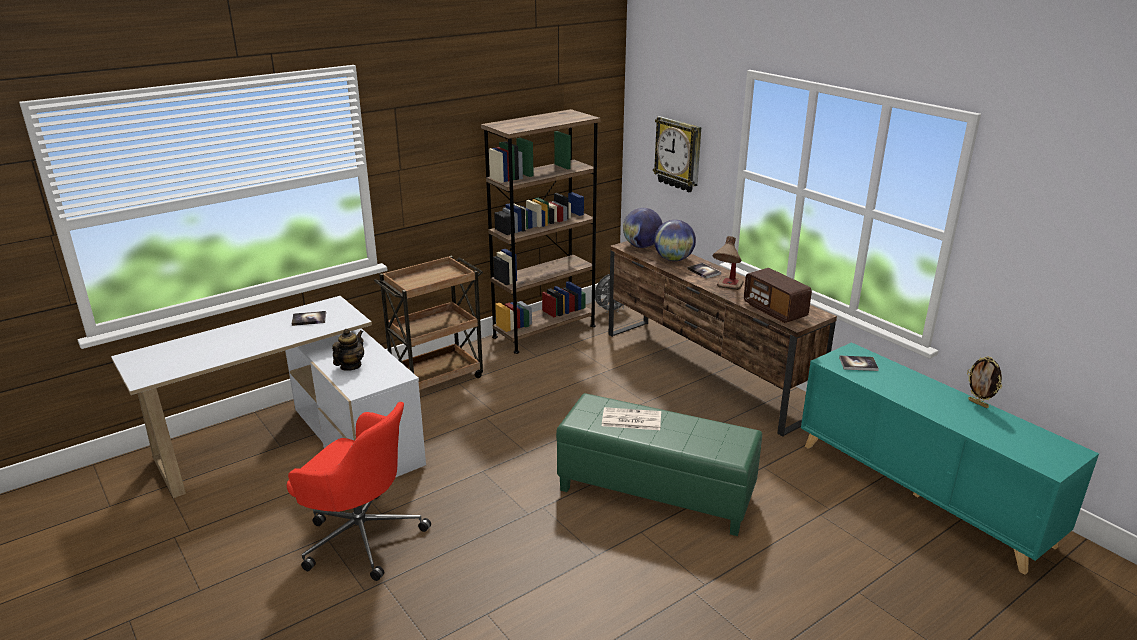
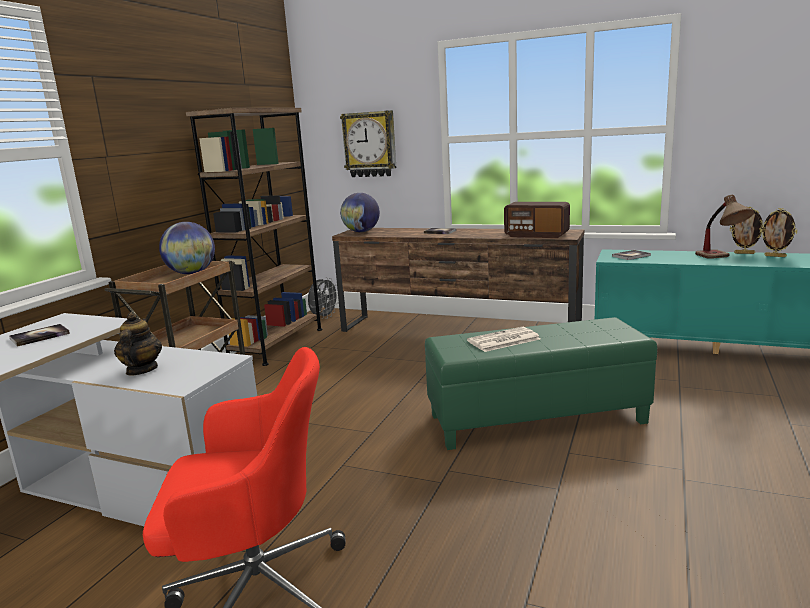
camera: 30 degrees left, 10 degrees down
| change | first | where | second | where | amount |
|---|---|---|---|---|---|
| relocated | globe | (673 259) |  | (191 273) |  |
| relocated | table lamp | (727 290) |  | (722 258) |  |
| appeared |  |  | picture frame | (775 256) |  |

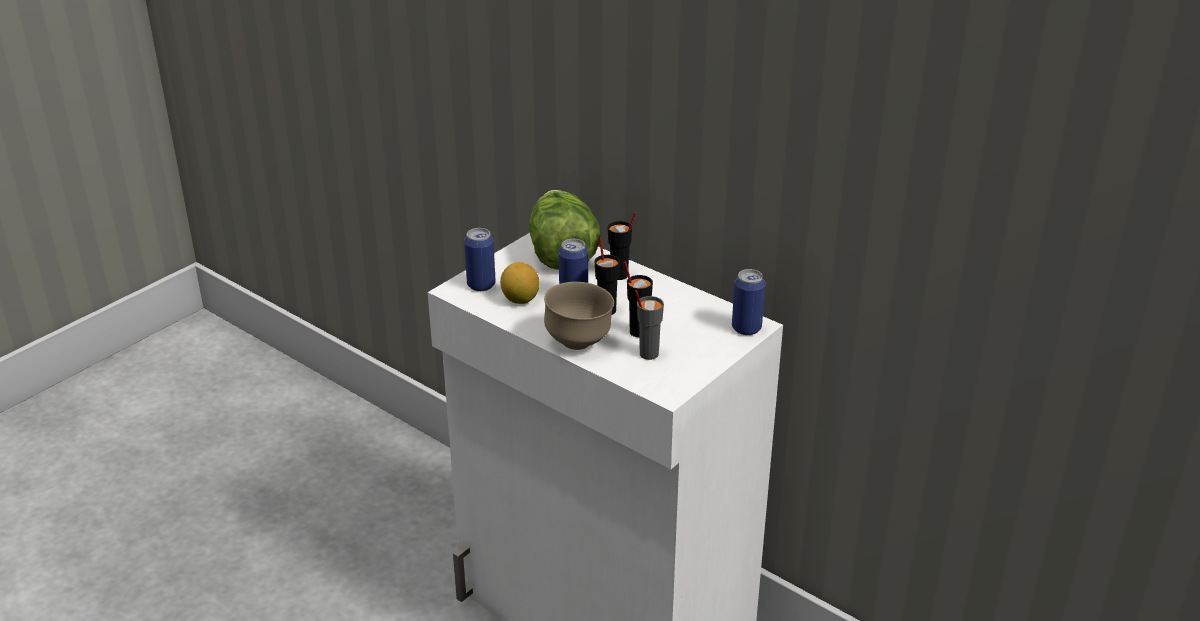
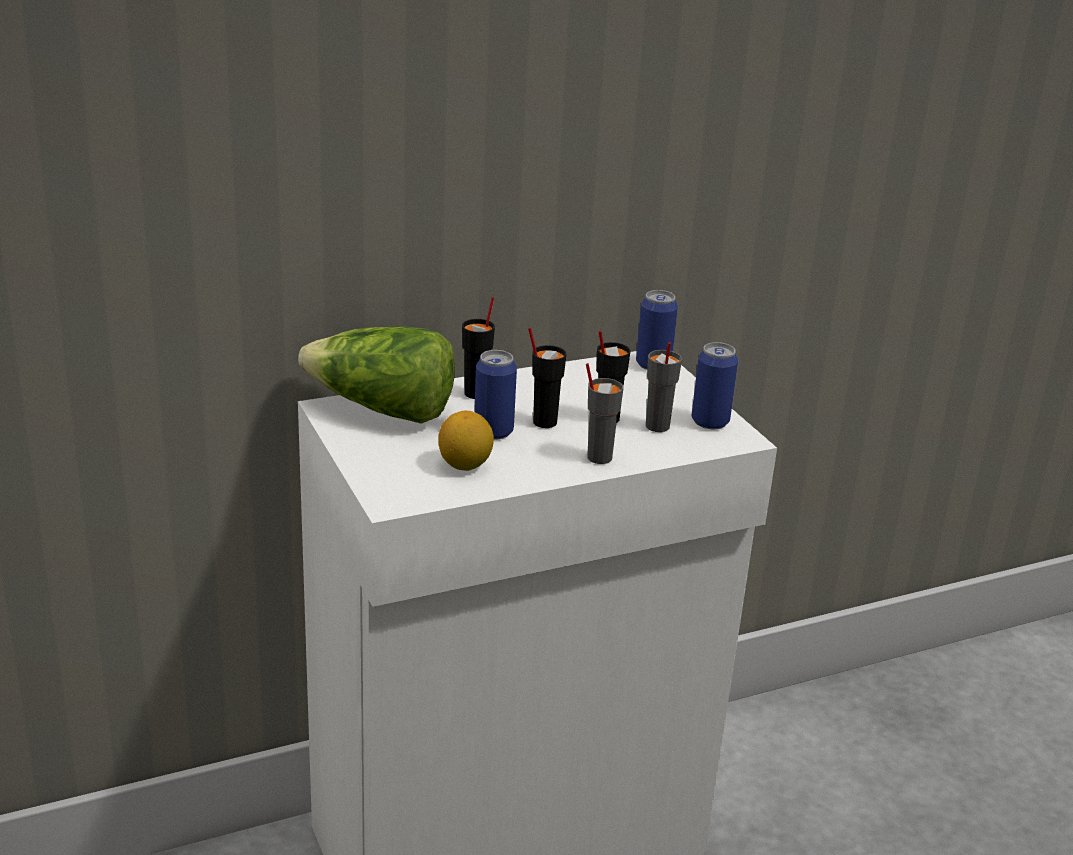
camera: 65 degrees left, 5 degrees down
| change | first | where | second | where | amount |
|---|---|---|---|---|---|
| relocated | can | (481 285) |  | (710 422) |  |
| exchanged | brown bowl | (579 343) | grey cup | (598 457) |  |

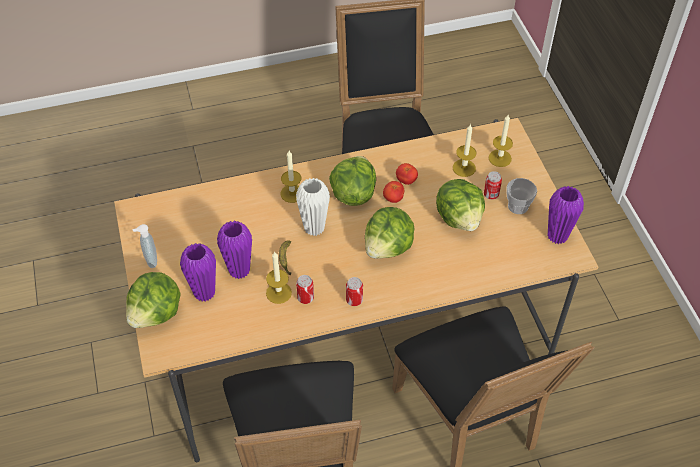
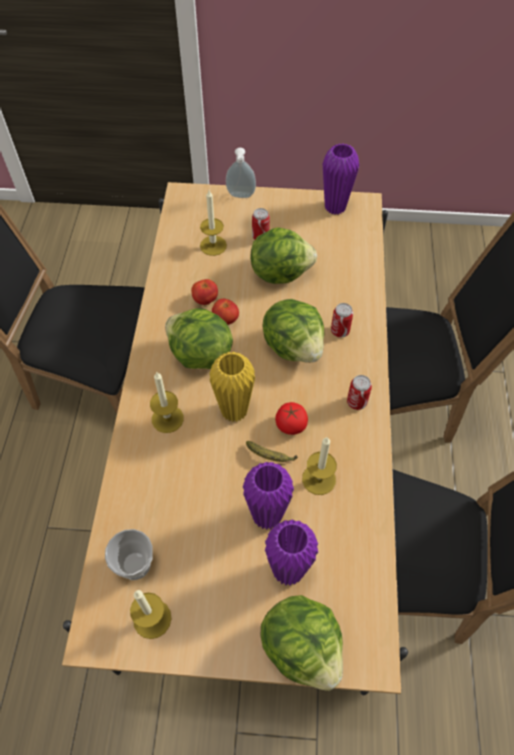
camera: 70 degrees left, 5 degrees up
| change | first | where | second | where | amount |
|---|---|---|---|---|---|
| relocated | candle | (500 158) |  | (152 618) |  |
| colour | white vase | (314 228) | yellow vase | (234 411) |  |
| relocated | cup | (518 206) |  | (135 564) |  |
| relocated | soap dispenser | (150 260) |  | (241 196) |  |
| relocated | can | (305 298) |  | (340 331) |  |
| appeared |  |  | tomato | (291 425) |  |

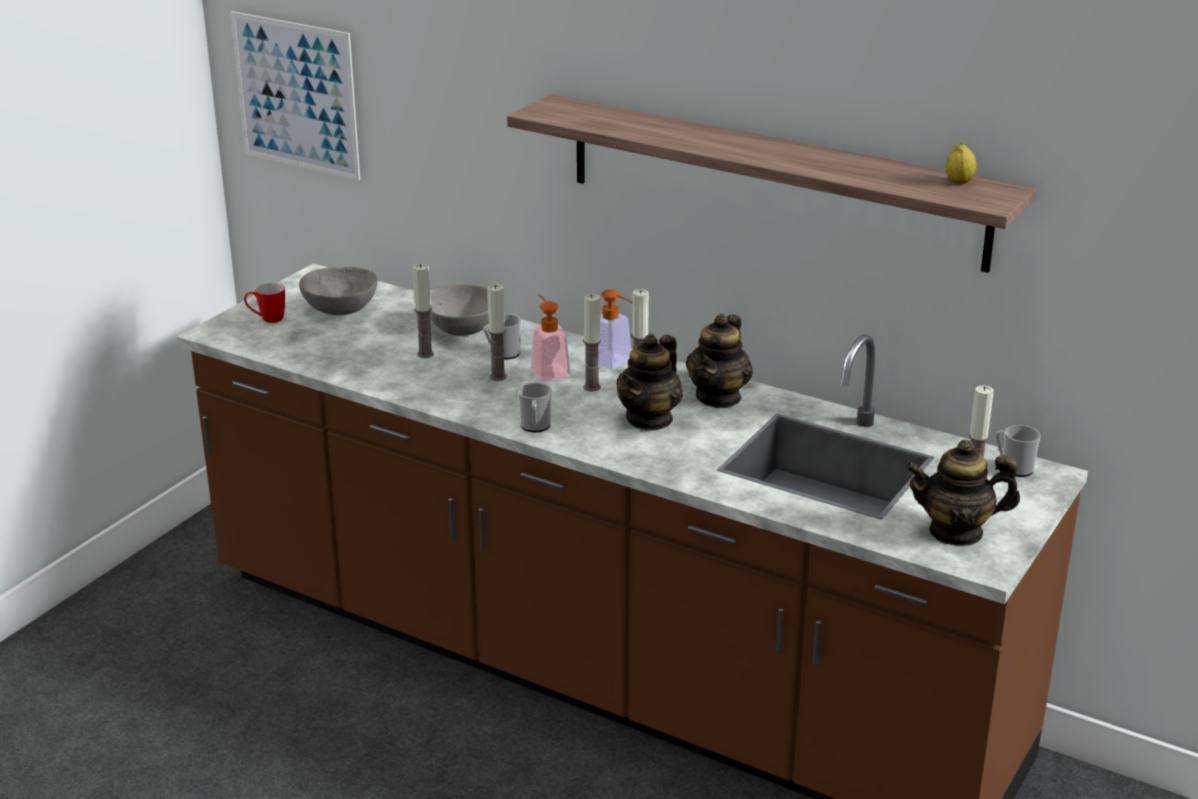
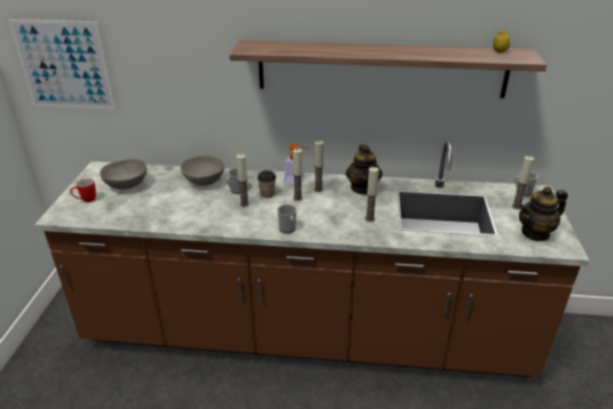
camera: 25 degrees left, 5 degrees up
| change | first | where | second | where | amount |
|---|---|---|---|---|---|
| relocated | candle | (425 354) |  | (369 219) |  |
| exchanged | soap dispenser | (547 370) | cup | (267 194) |  |
| missing | teapot | (650 419) |  |  |  |

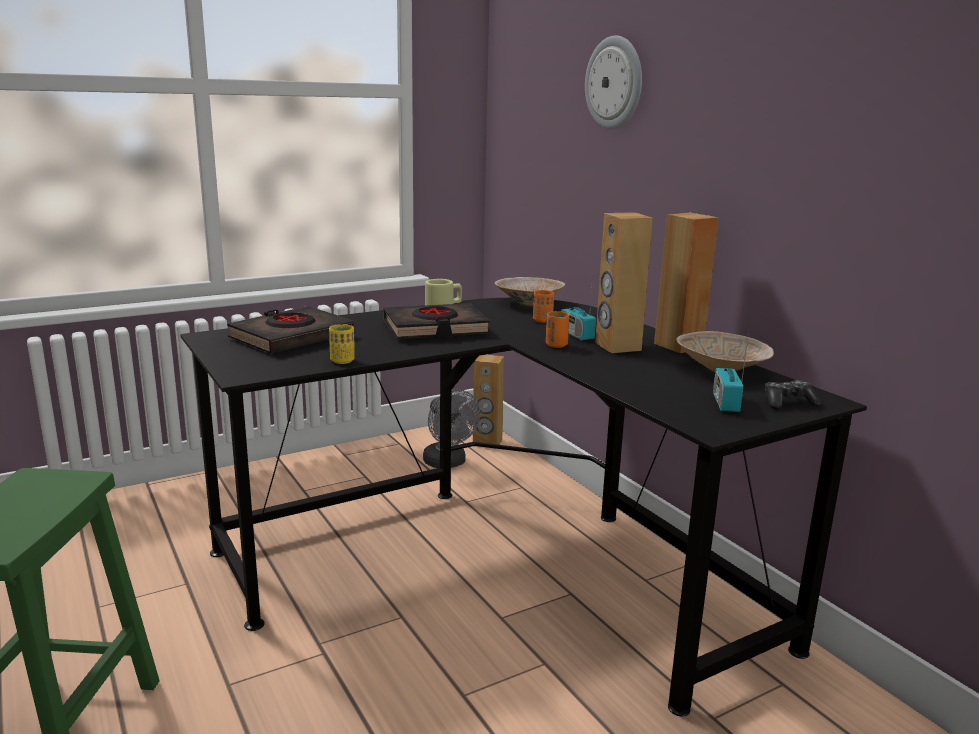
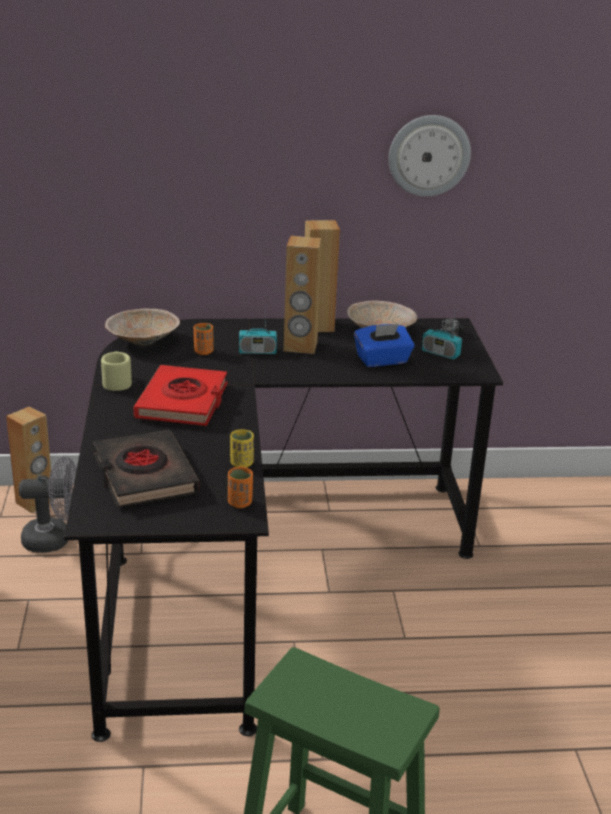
camera: 65 degrees left, 10 degrees up
| change | first | where | second | where | amount |
|---|---|---|---|---|---|
| relocated | wall clock | (615 83) |  | (429 155) |  |
| colour | black book | (435 329) | red book | (183 402) |  |
| relocated | orange cup | (556 345) |  | (240 503) |  |
| appeared |  |  | blue tissue box | (382 360) |  |

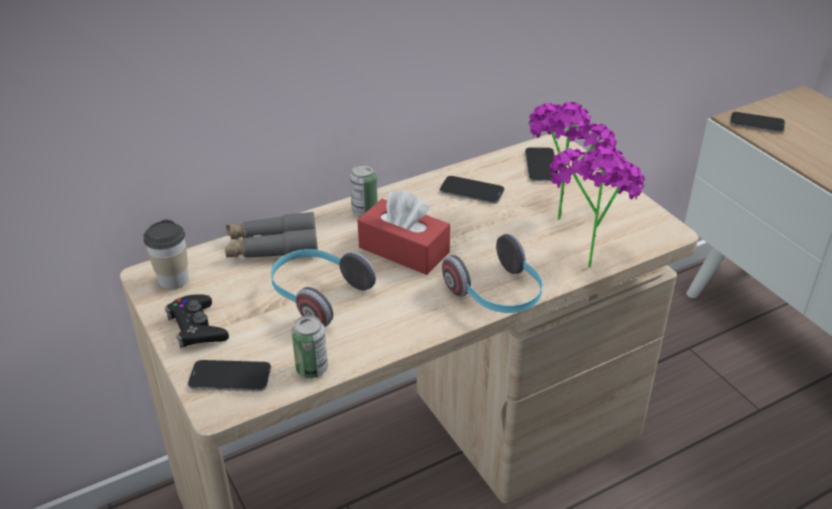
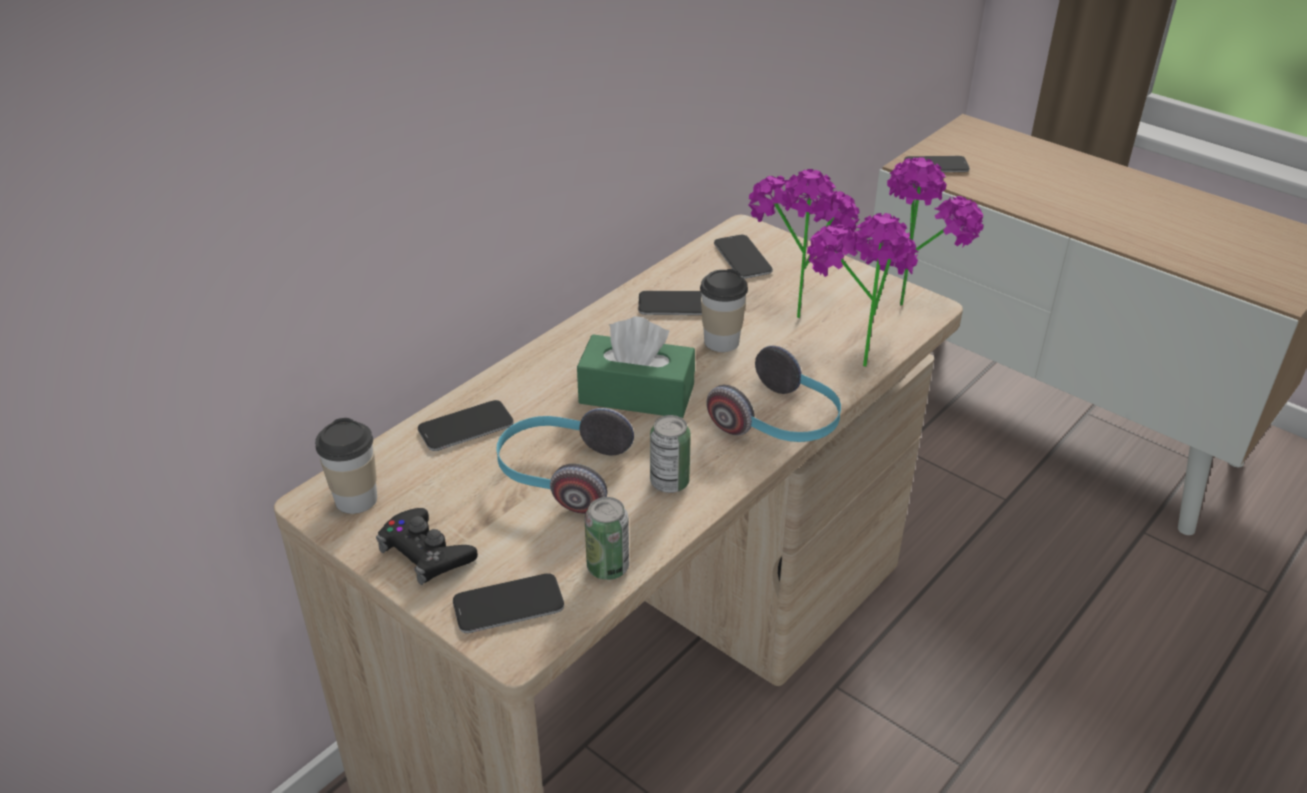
camera: 20 degrees left, 0 degrees up
| change | first | where | second | where | amount |
|---|---|---|---|---|---|
| relocated | can | (364 211) |  | (669 482) |  |
| colour | red tissue box | (404 250) | green tissue box | (636 394) |  |
| exchanged | grey binoculars | (272 247) | phone | (466 427) |  |
| appeared |  |  | potted plant | (912 296) |  |
| appeared |  |  | cup | (721 341) |  |

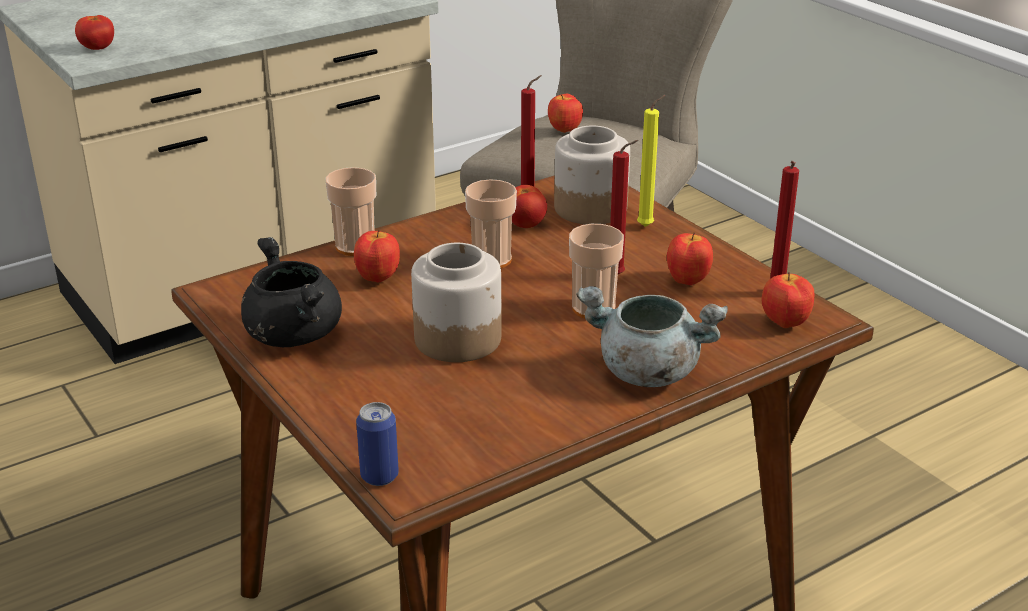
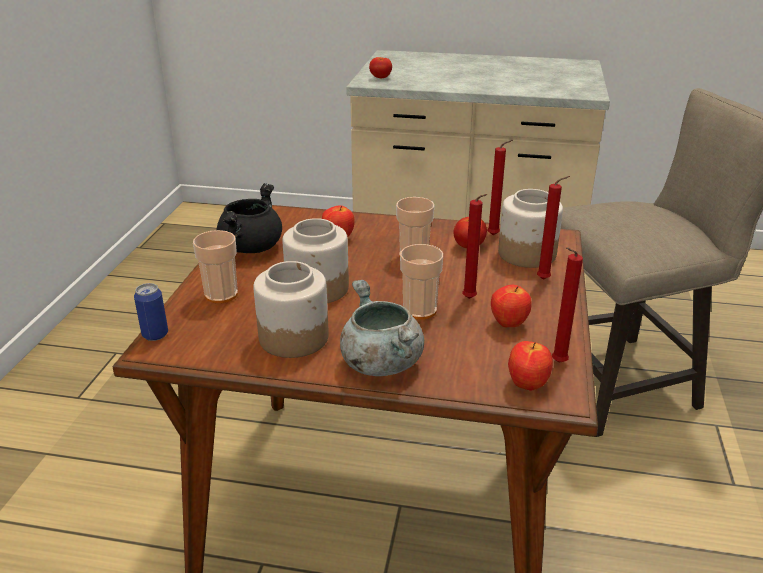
camera: 45 degrees right, 0 degrees up
| change | first | where | second | where | amount |
|---|---|---|---|---|---|
| missing | apple | (564 131) |  |  |  |
| colour | yellow candle | (647 226) | red candle | (545 280) |  |
| relocated | cup | (355 246) |  | (221 294) |  |
| appeared |  |  | jar | (294 337) |  |

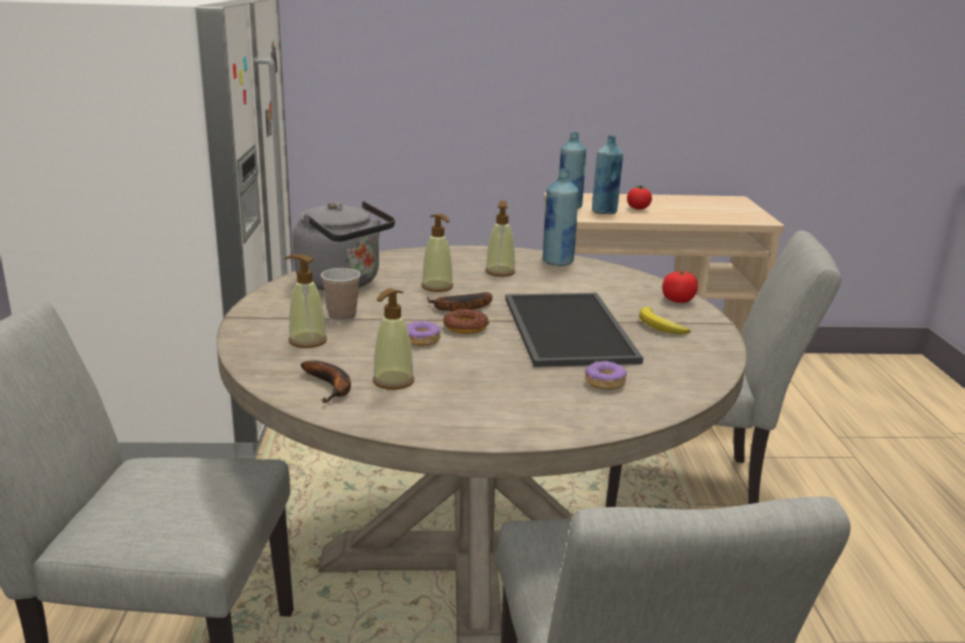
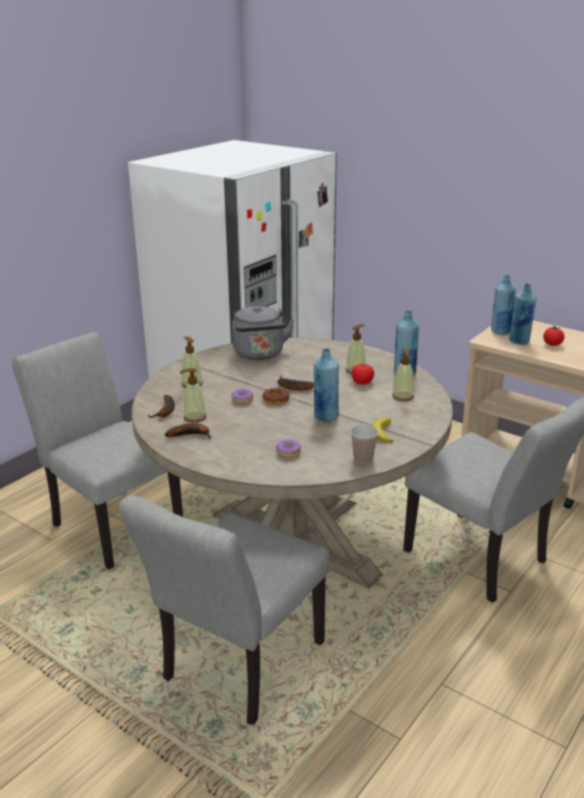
camera: 40 degrees right, 5 degrees up
| change | first | where | second | where | amount |
|---|---|---|---|---|---|
| relocated | soap dispenser | (437 287) |  | (403 396) |  |
| relocated | cup | (342 316) |  | (363 459) |  |
| relocated | tomato | (678 300) |  | (362 382) |  |
| exchanged | tray | (565 328) | blue bottle | (326 416) |  |
| appeared |  |  | banana | (191 435) |  |

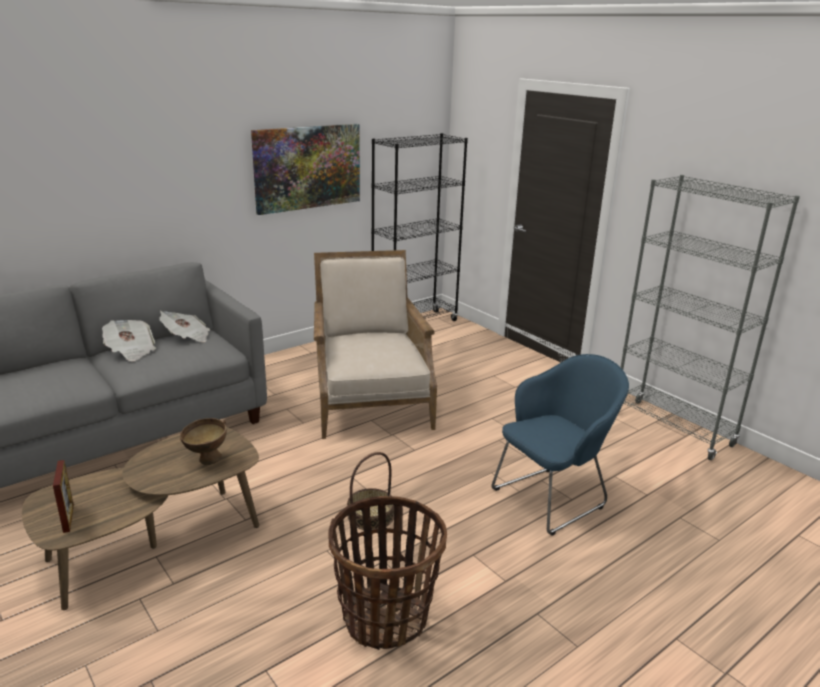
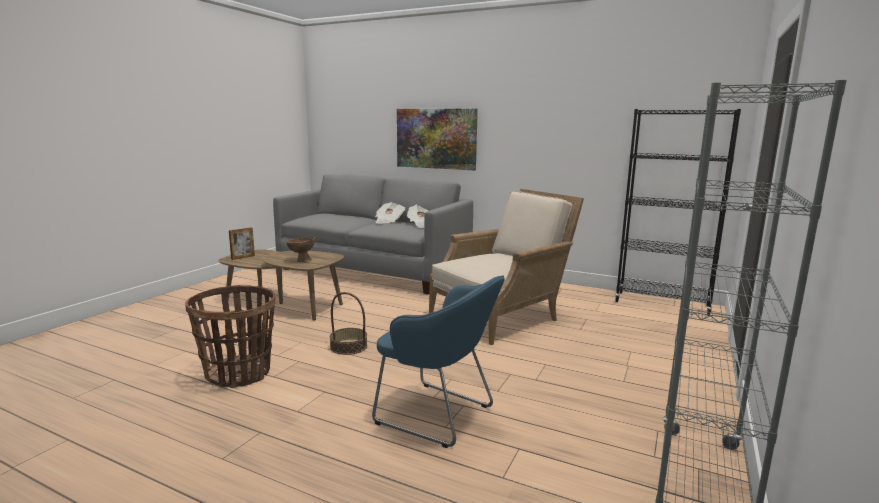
camera: 65 degrees right, 10 degrees down
| change | first | where | second | where | amount |
|---|---|---|---|---|---|
| relocated | picture | (307 167) |  | (436 138) |  |

